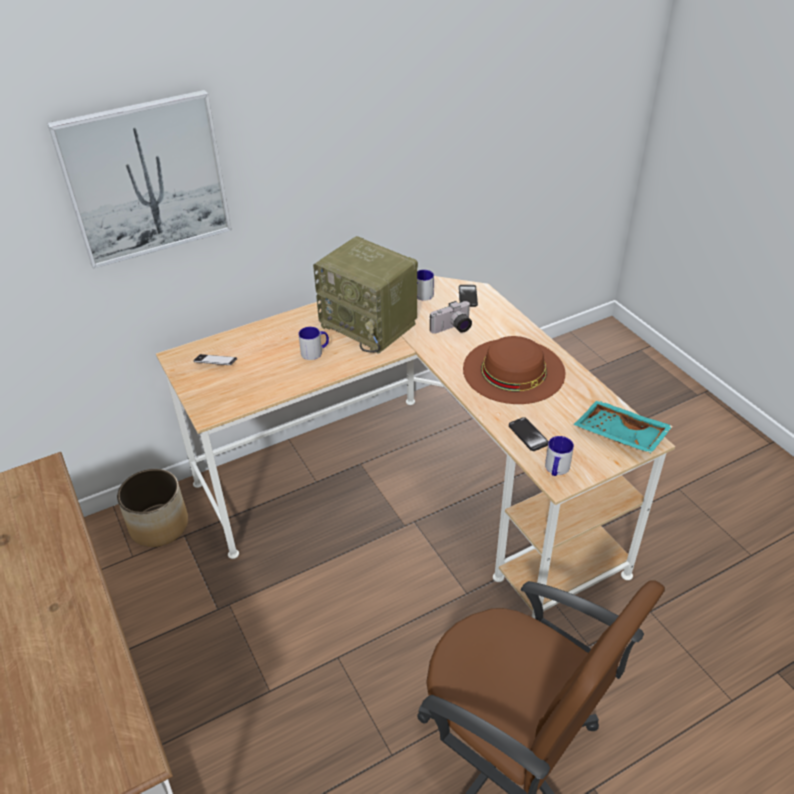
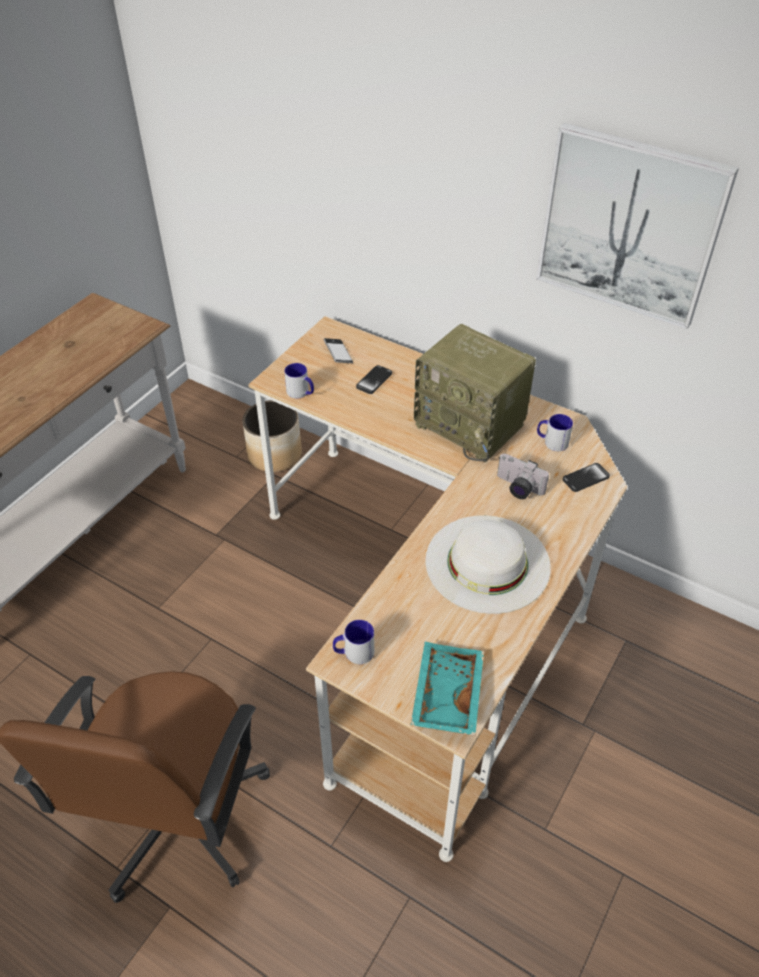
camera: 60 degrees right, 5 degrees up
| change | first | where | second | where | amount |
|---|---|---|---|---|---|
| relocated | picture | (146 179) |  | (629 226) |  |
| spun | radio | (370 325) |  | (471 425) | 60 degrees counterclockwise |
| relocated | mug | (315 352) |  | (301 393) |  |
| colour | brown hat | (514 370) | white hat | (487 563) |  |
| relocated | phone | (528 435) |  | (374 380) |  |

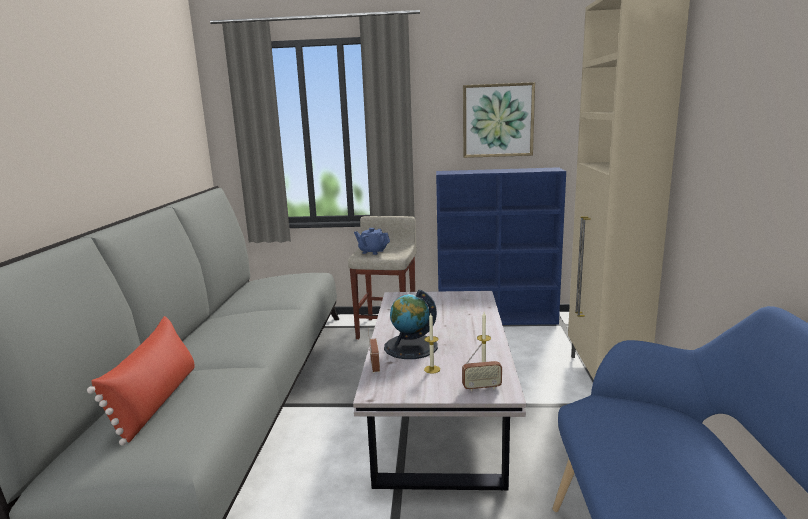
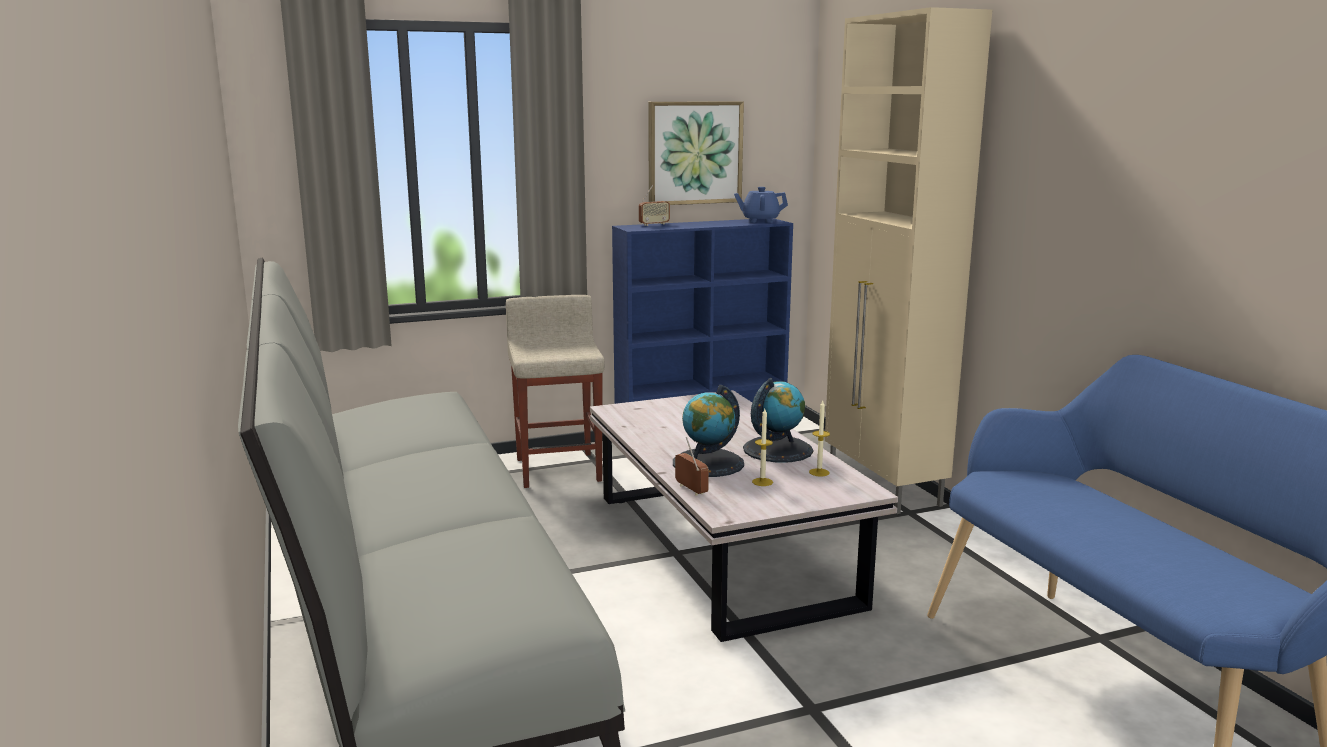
camera: 25 degrees left, 0 degrees up
| change | first | where | second | where | amount |
|---|---|---|---|---|---|
| relocated | blue teapot | (372 252) |  | (760 221) |  |
| missing | red pillow | (156 401) |  |  |  |
| relocated | radio | (481 388) |  | (654 224) |  |
| appeared |  |  | globe | (777 449) |  |

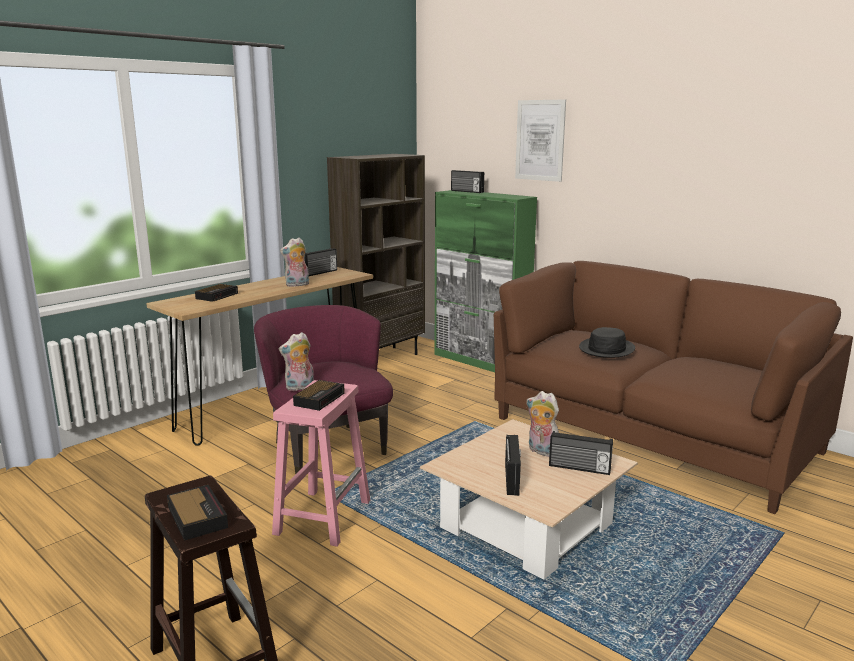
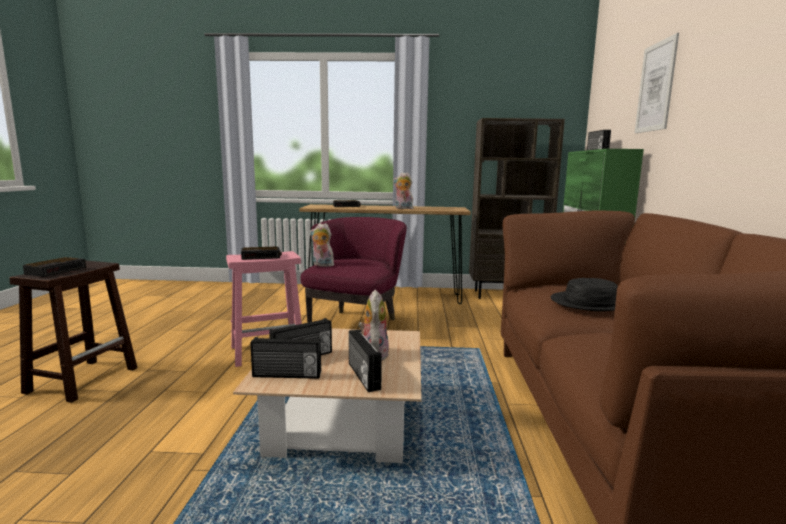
camera: 50 degrees right, 5 degrees down
| change | first | where | second | where | amount |
|---|---|---|---|---|---|
| relocated | radio | (320 273) |  | (286 375) |  |

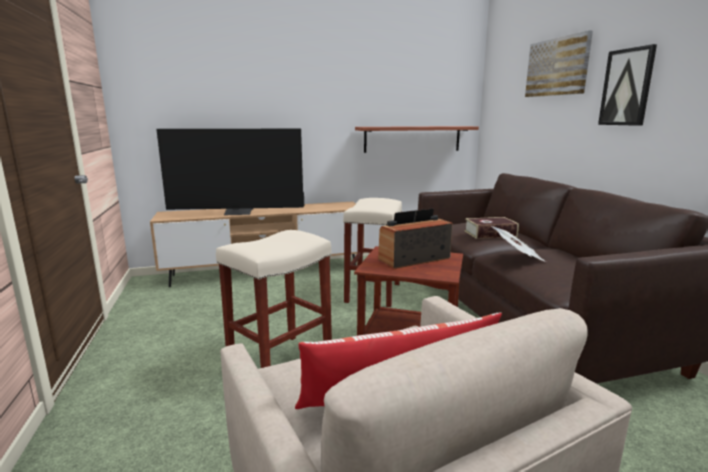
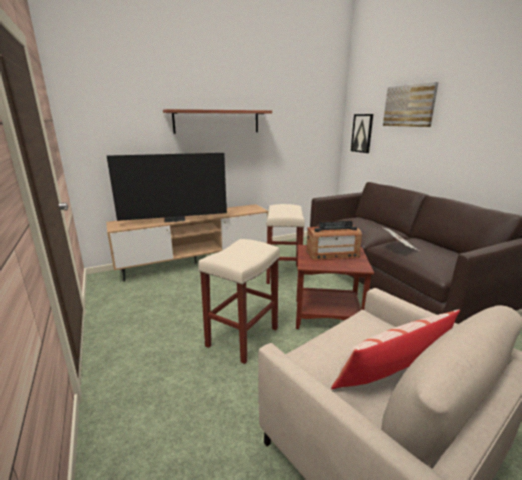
camera: 10 degrees left, 5 degrees up
| change | first | where | second | where | amount |
|---|---|---|---|---|---|
| relocated | picture | (627 87) |  | (362 133) |  |
| relocated | shelf | (412 139) |  | (217 121) |  |
| spun | radio | (414 259) |  | (332 254) | 150 degrees counterclockwise |
| missing | book | (490 234) |  |  |  |

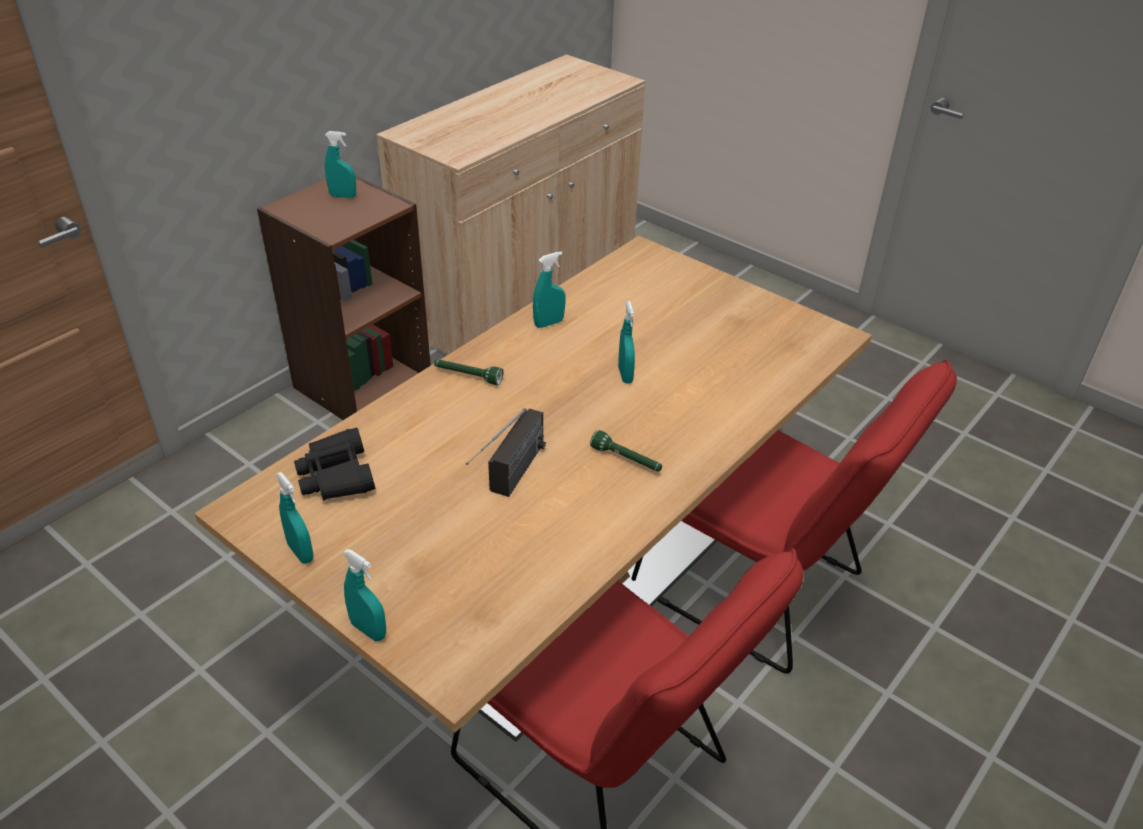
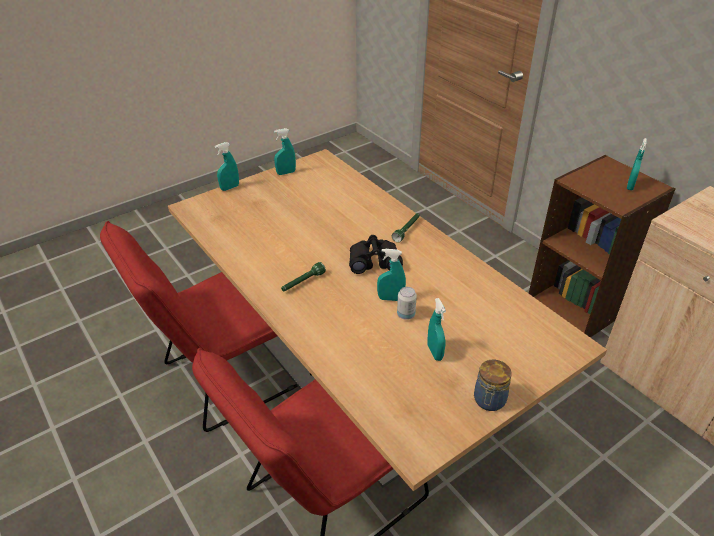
camera: 105 degrees right, 0 degrees up
| change | first | where | second | where | amount |
|---|---|---|---|---|---|
| relocated | turquoise spray bottle | (549 323) |  | (435 352) |  |
| missing | radio | (509 482) |  |  |  |
| relocated | black binoculars | (336 475) |  | (374 261) |  |
| appeared |  |  | can | (406 315) |  |
| appeared |  |  | jar | (489 401) |  |

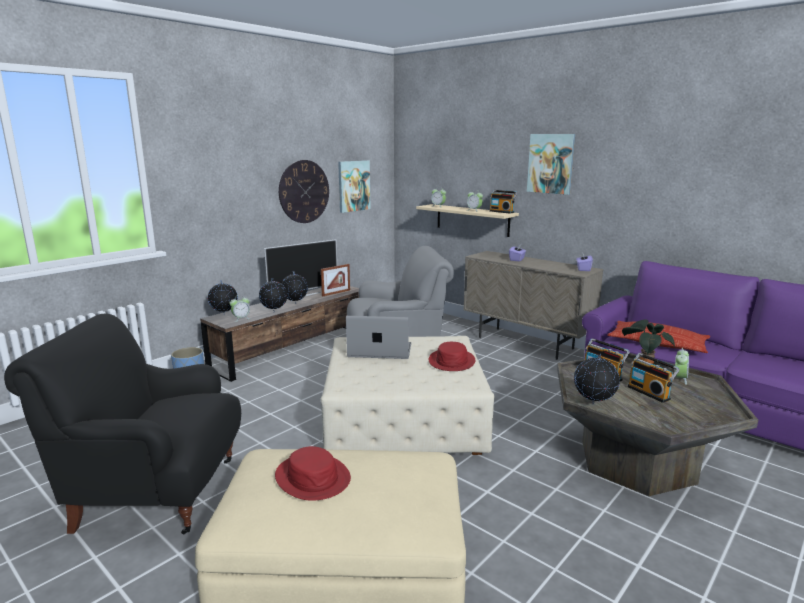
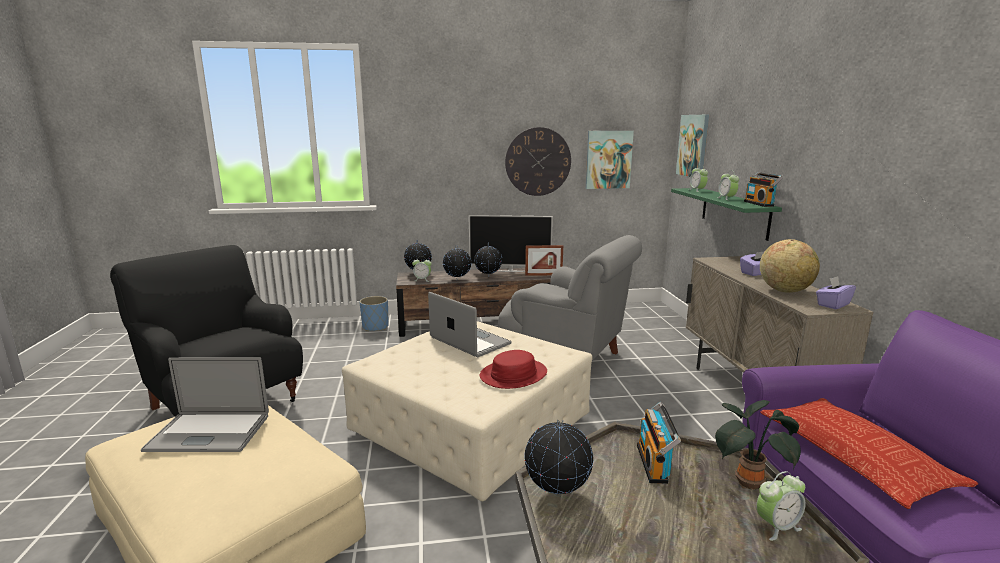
camera: 40 degrees right, 0 degrees up
| change | first | where | second | where | amount |
|---|---|---|---|---|---|
| relocated | picture | (551 163) |  | (693 146) |  |
| colour | beige shelf | (472 220) | green shelf | (734 212) |  |
| missing | radio | (649 392) |  |  |  |
| exchanged | red hat | (313 477) | laptop | (209 432) |  |
| appeared |  |  | globe | (784 291) |  |

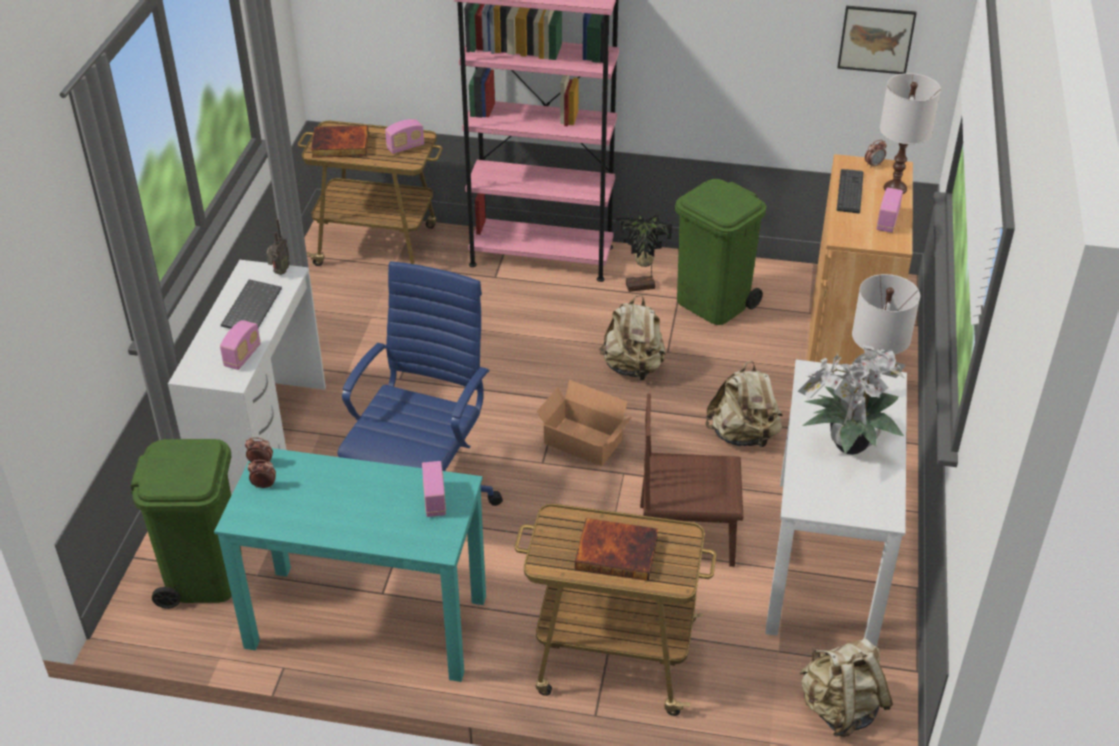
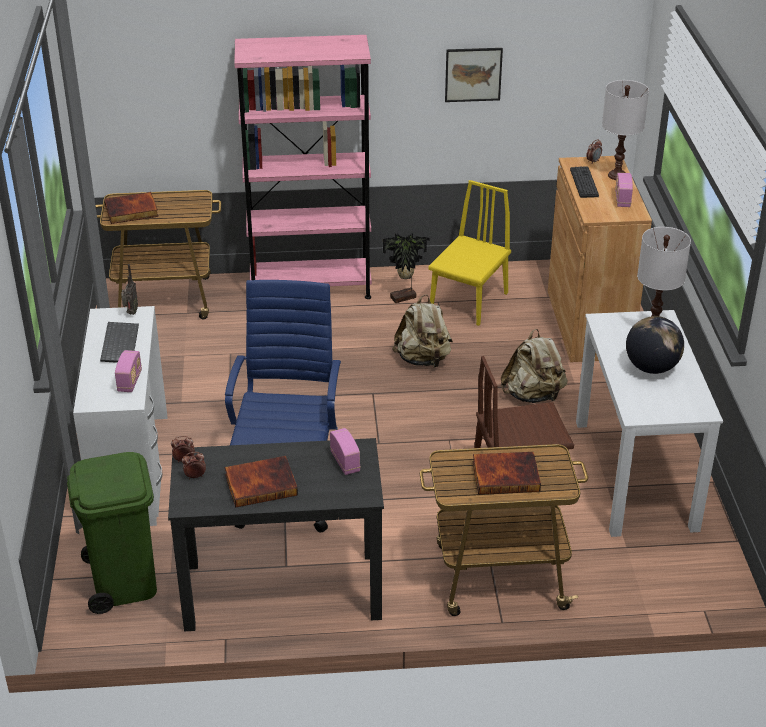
camera: 15 degrees left, 5 degrees down
| change | first | where | second | where | amount |
|---|---|---|---|---|---|
| relocated | picture | (876 39) |  | (473 74) |  |
| missing | radio | (405 147) |  |  |  |
| exchanged | green trash can | (714 303) | yellow chair | (468 301) |  |
| exchanged | potted plant | (845 445) | globe | (651 368) |  |
| missing | cardboard box | (583 444) |  |  |  |
| colour | turquoise desk | (366 621) | black desk | (281 590) |  |
| missing | beige backpack | (840 709) |  |  |  |
| appeared |  |  | book | (261 484) |  |

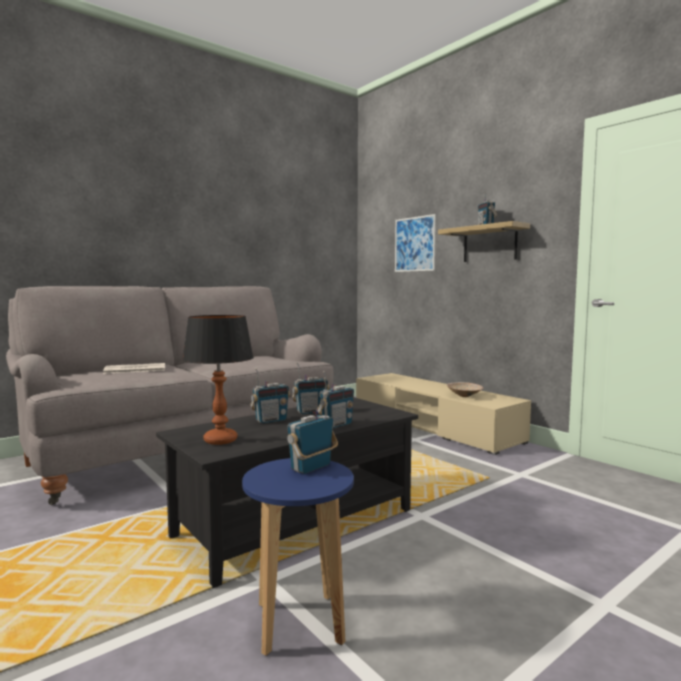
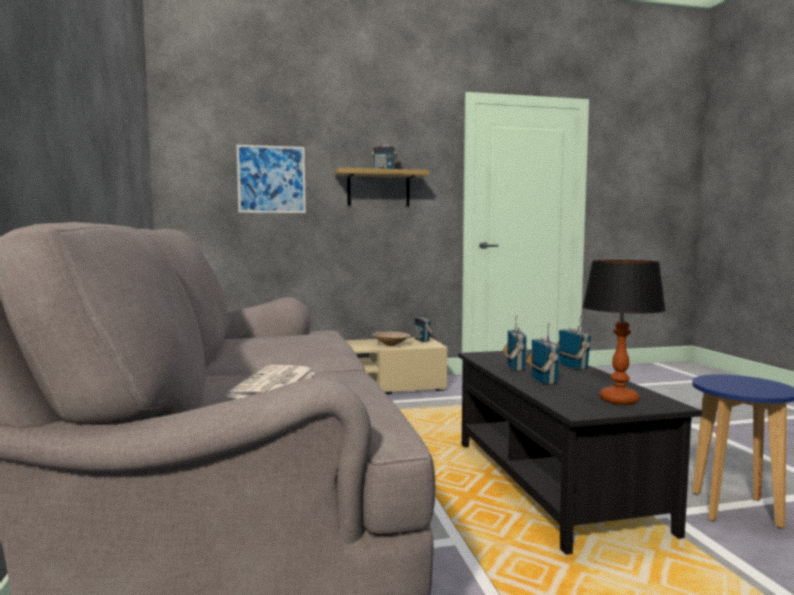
camera: 65 degrees left, 0 degrees up
| change | first | where | second | where | amount |
|---|---|---|---|---|---|
| relocated | radio | (311 468) |  | (422 340) |  |

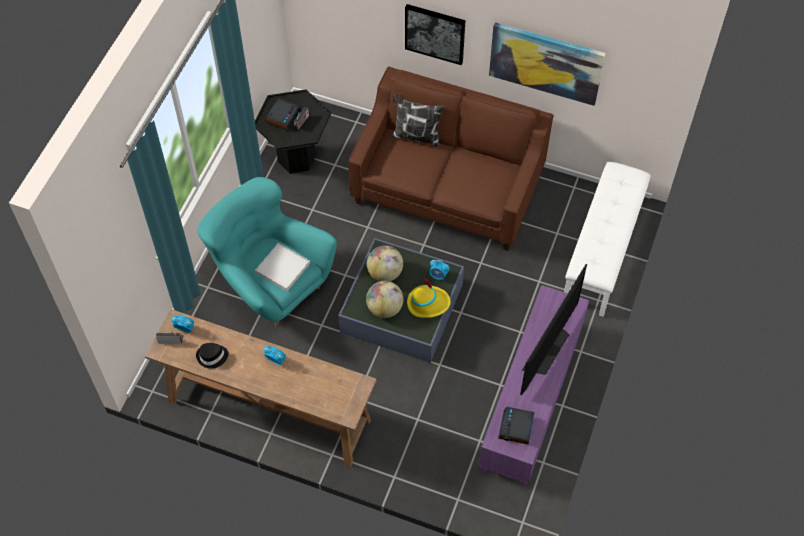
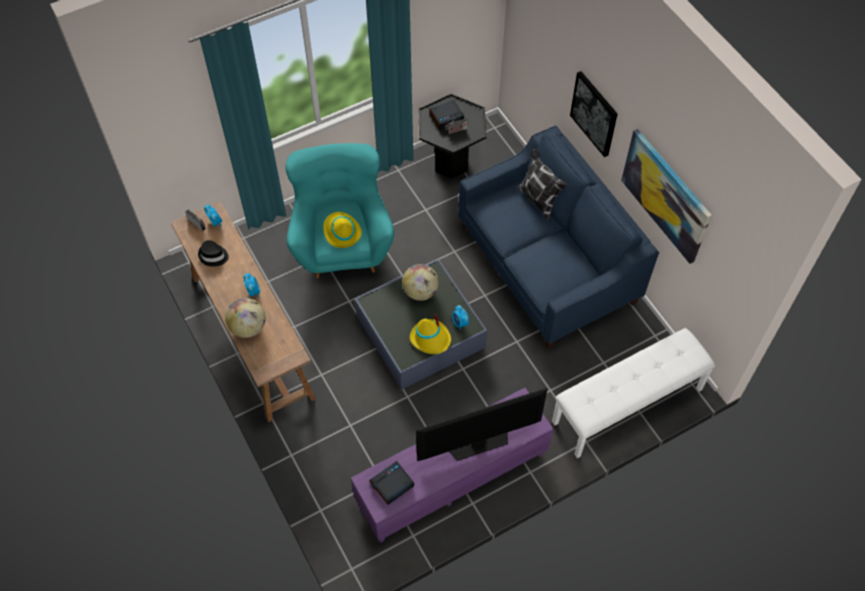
camera: 40 degrees right, 0 degrees up
| change | first | where | second | where | amount |
|---|---|---|---|---|---|
| colour | brown sofa | (448 188) | blue sofa | (547 264) |  |
| exchanged | white tray | (282 268) | yellow hat | (341 232) |  |
| relocated | globe | (385 308) |  | (248 327) |  |

